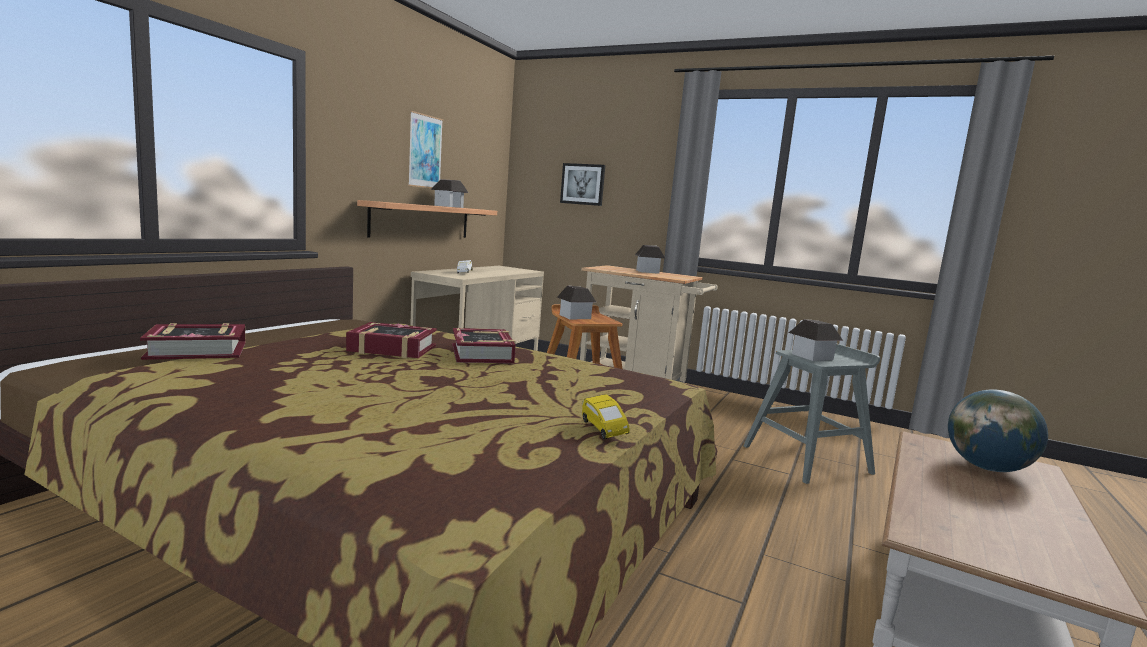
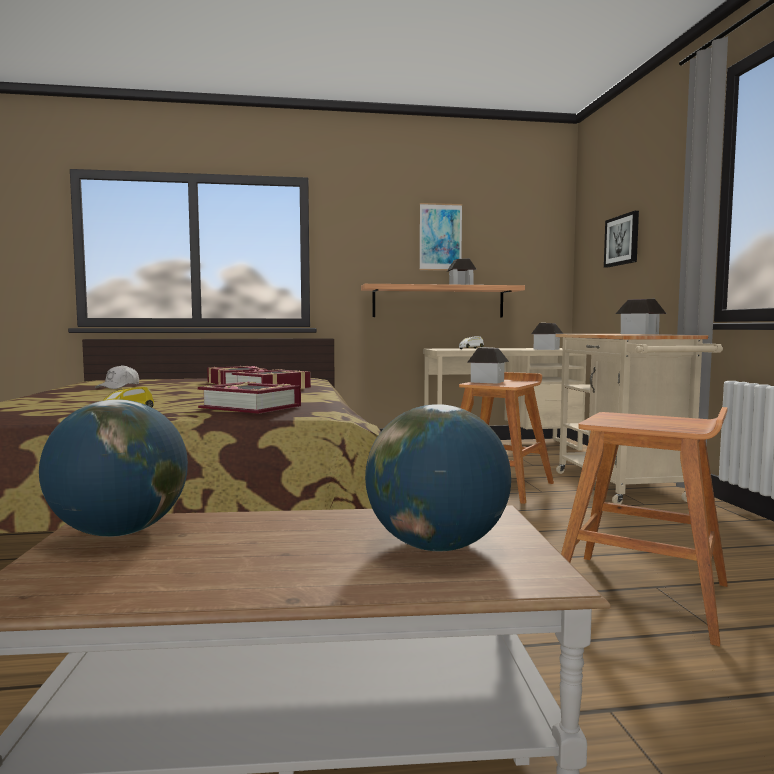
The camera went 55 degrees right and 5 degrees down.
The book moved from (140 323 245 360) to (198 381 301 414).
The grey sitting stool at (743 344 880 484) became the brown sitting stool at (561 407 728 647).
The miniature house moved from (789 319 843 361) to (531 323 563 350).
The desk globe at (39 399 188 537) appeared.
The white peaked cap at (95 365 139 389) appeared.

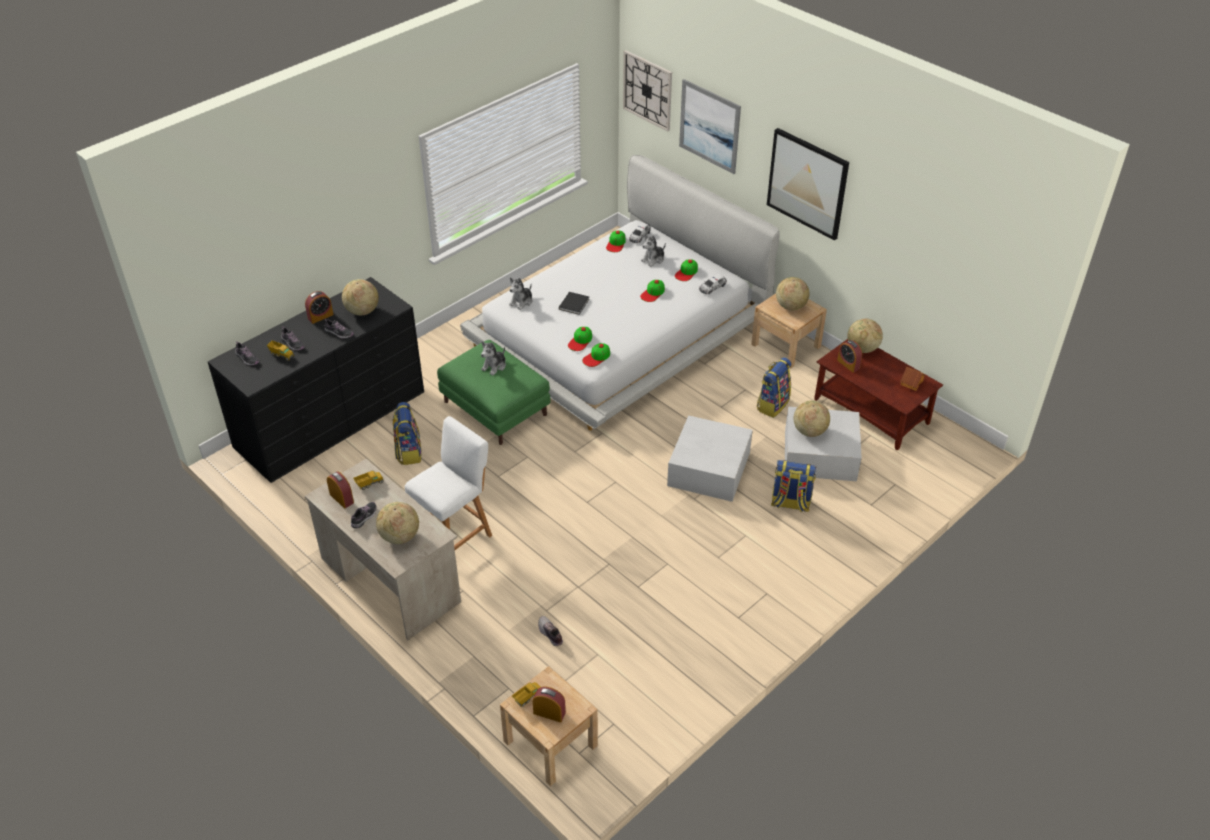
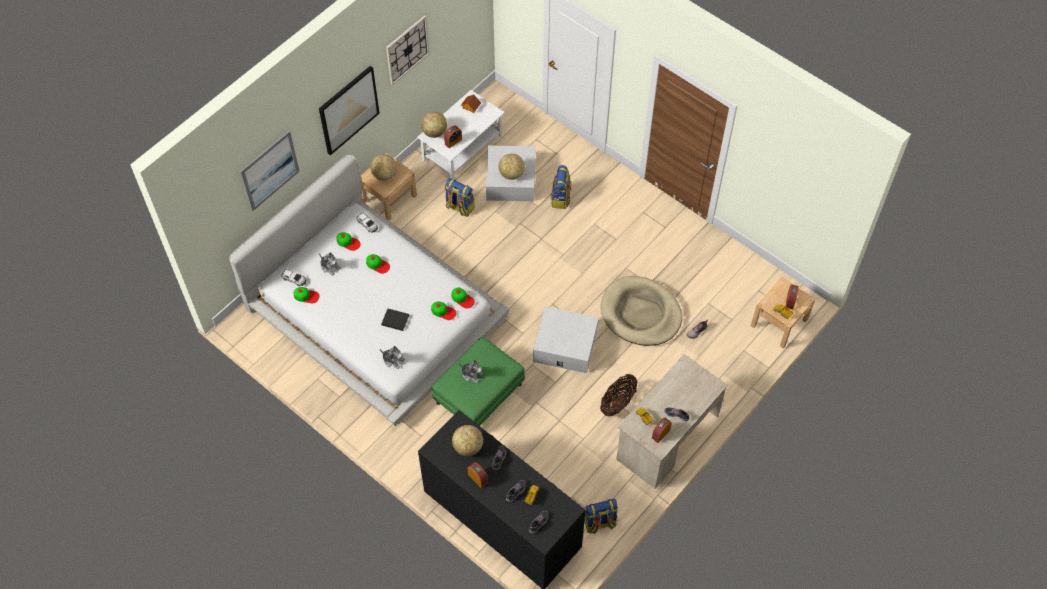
The camera went 95 degrees left and 15 degrees up.
The desk globe at (376 502 419 544) disappeared.
The knapsack moved from (393 402 422 465) to (584 499 618 534).
The white sitting stool at (405 416 492 550) was replaced by the basket at (600 374 638 416).
The wall clock moved from (623 50 672 132) to (386 15 430 85).
The white storage box moved from (667 415 753 502) to (533 306 599 373).
The brown low table at (814 339 943 451) became the white low table at (417 90 505 179).
The sand-coloured dog bed at (601 276 682 346) appeared.

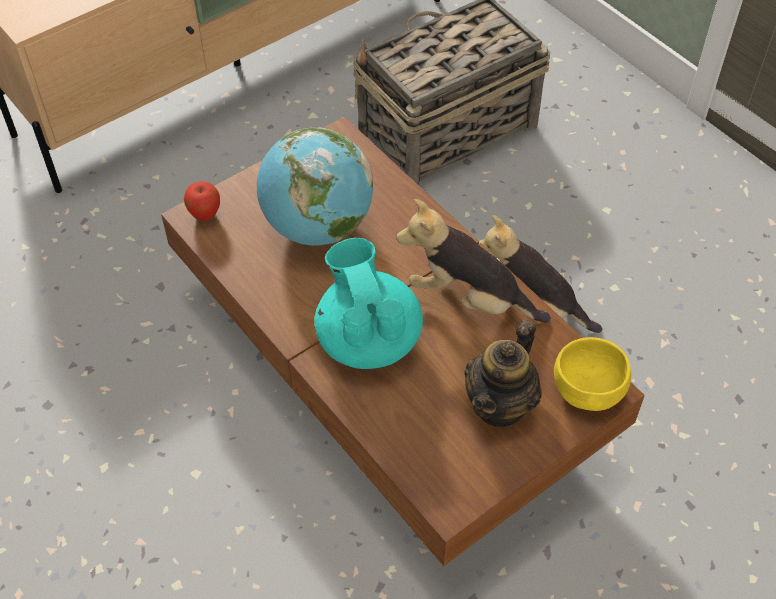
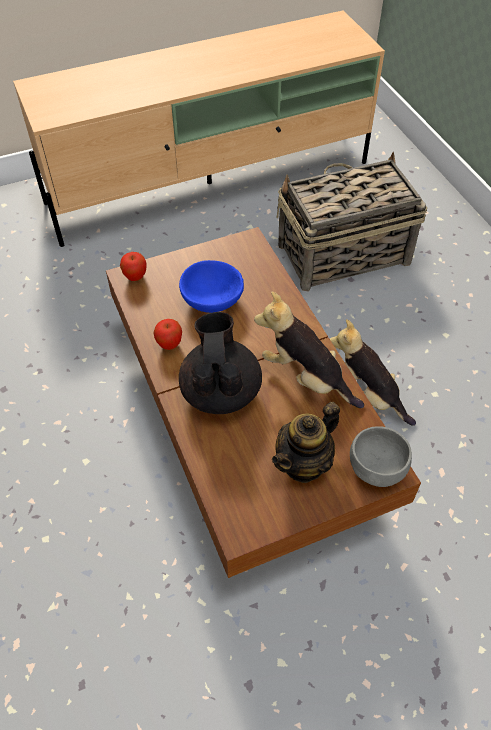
The camera went 15 degrees right and 0 degrees up.
The desk globe at (257 128 373 246) was replaced by the blue-coloured deep dish at (179 260 244 313).
The turquoise-coloured tea pot at (314 238 423 369) became the black-coloured tea pot at (179 312 262 414).
The yellow deep dish at (554 337 631 411) became the grey deep dish at (350 426 412 487).
The apple at (154 319 182 350) appeared.

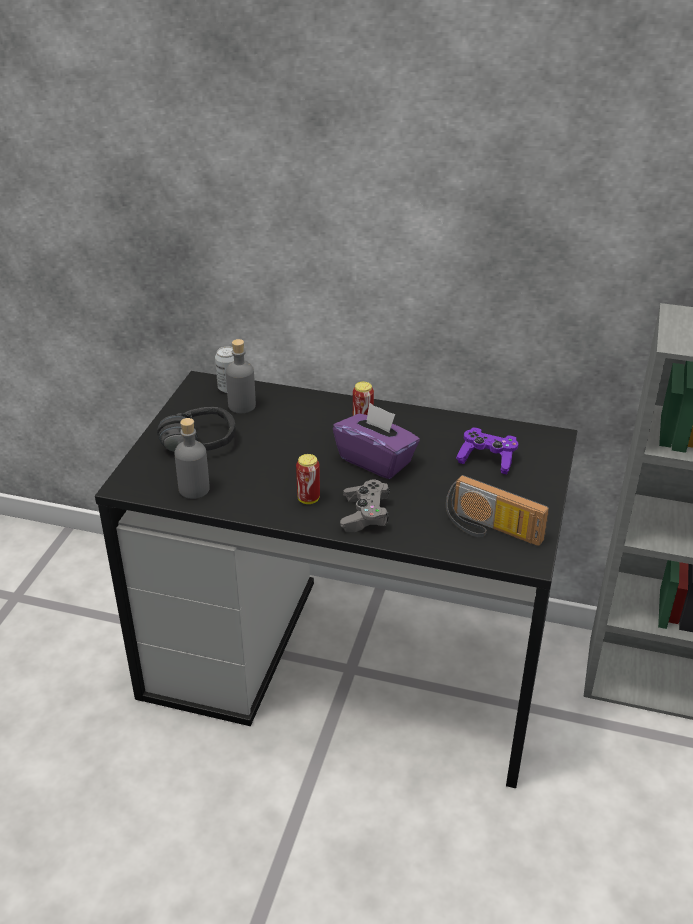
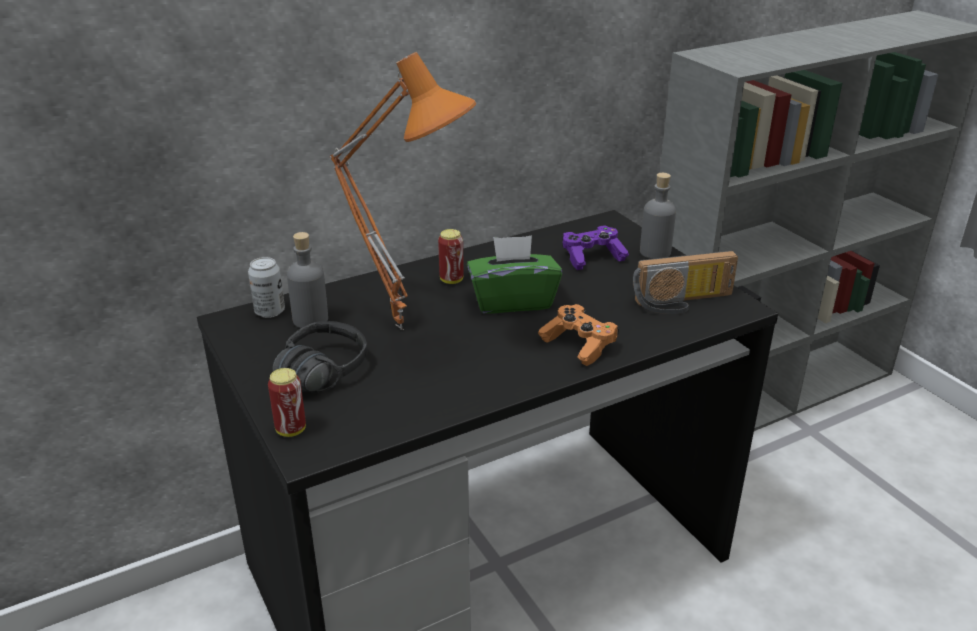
The camera went 45 degrees left and 5 degrees down.
The grey drink bottle moved from (174 418 210 499) to (640 173 676 259).
The can moved from (296 454 320 504) to (268 368 306 437).
The purple box of tissues at (333 402 420 479) became the greenish box of tissues at (467 236 562 313).
The grey gamepad at (340 480 390 532) became the orangey gamepad at (538 304 619 366).
The orangey tabletop lamp at (330 52 476 330) appeared.

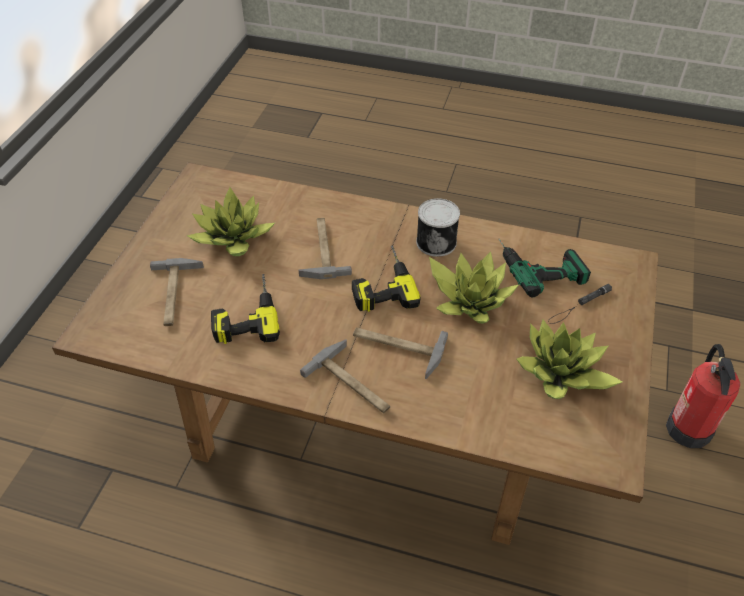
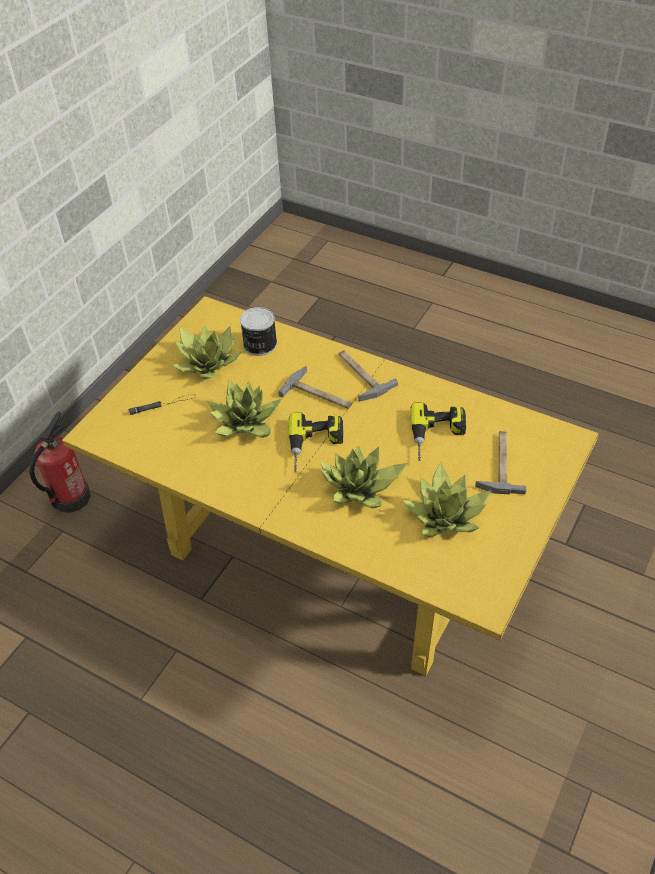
The camera went 165 degrees left and 0 degrees up.
The brown dining table at (52 162 658 545) became the yellow dining table at (62 296 599 676).
The hammer at (299 218 352 279) was replaced by the houseplant at (320 445 407 508).
The can moved from (416 198 460 257) to (240 307 277 356).
The electric drill at (499 239 591 297) disappeared.

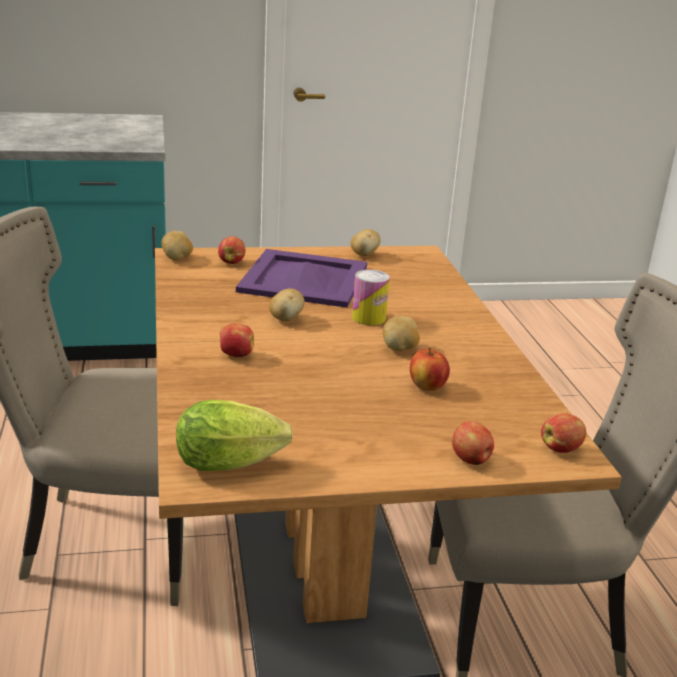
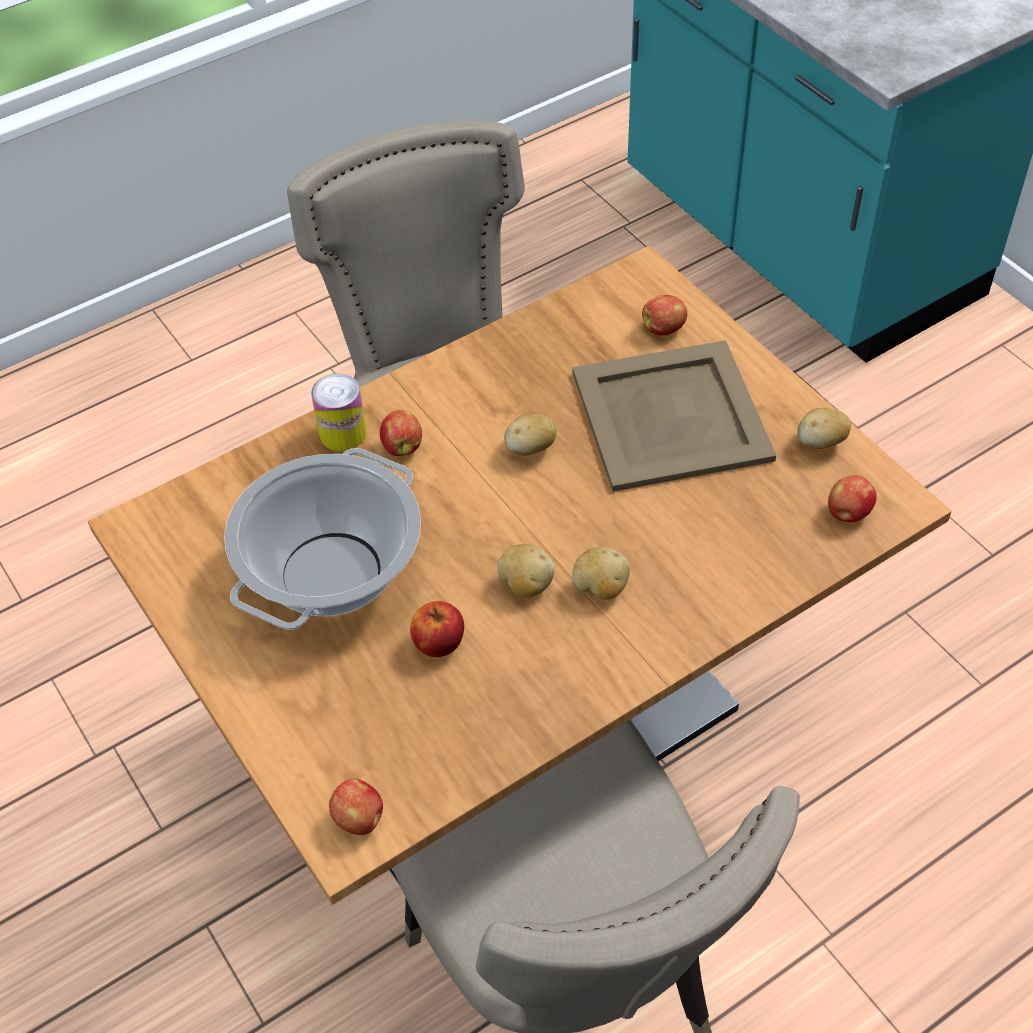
The camera went 70 degrees right and 25 degrees up.
The potato moved from (161 231 193 260) to (572 547 630 600).
The lettuce head at (176 400 293 471) disappeared.
The purple serving tray at (236 249 367 308) became the sand-coloured serving tray at (572 340 776 492).
The can moved from (352 269 390 325) to (311 373 366 451).
The apple moved from (452 421 494 465) to (828 475 877 522).
The saucepot at (224 448 421 630) appeared.

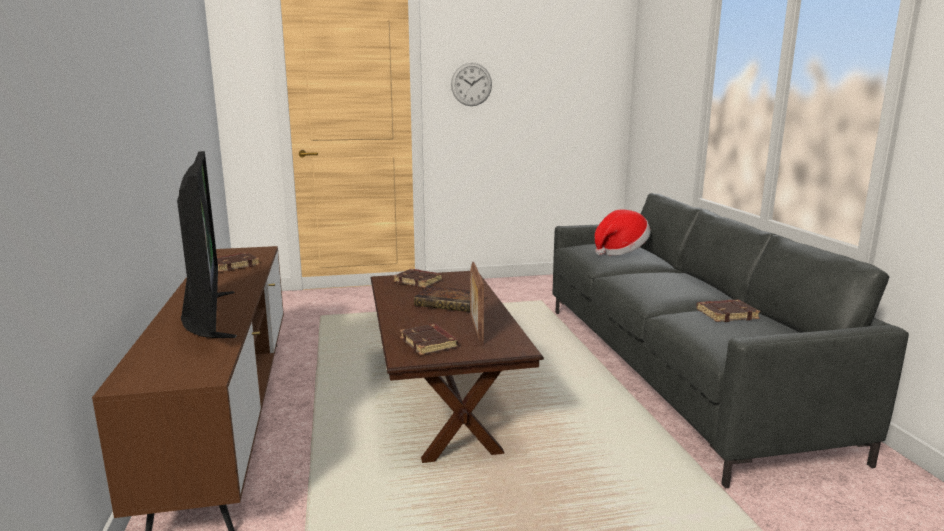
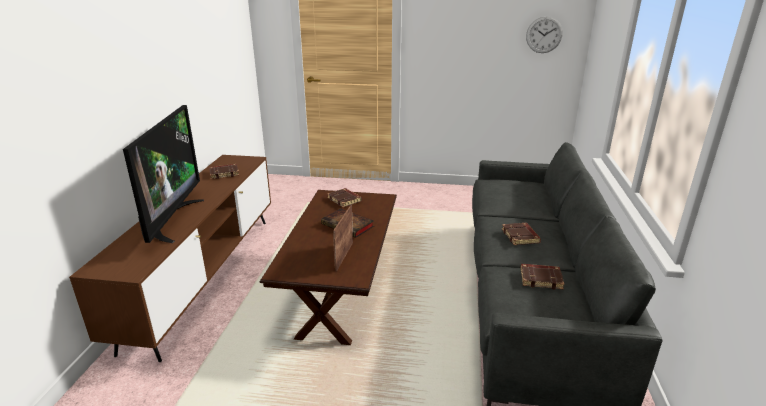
The camera went 20 degrees right and 10 degrees up.
The brown book moved from (400 324 459 355) to (502 223 541 245).
The wall clock moved from (451 63 492 106) to (526 16 563 53).
The wearable hat at (595 209 651 255) disappeared.

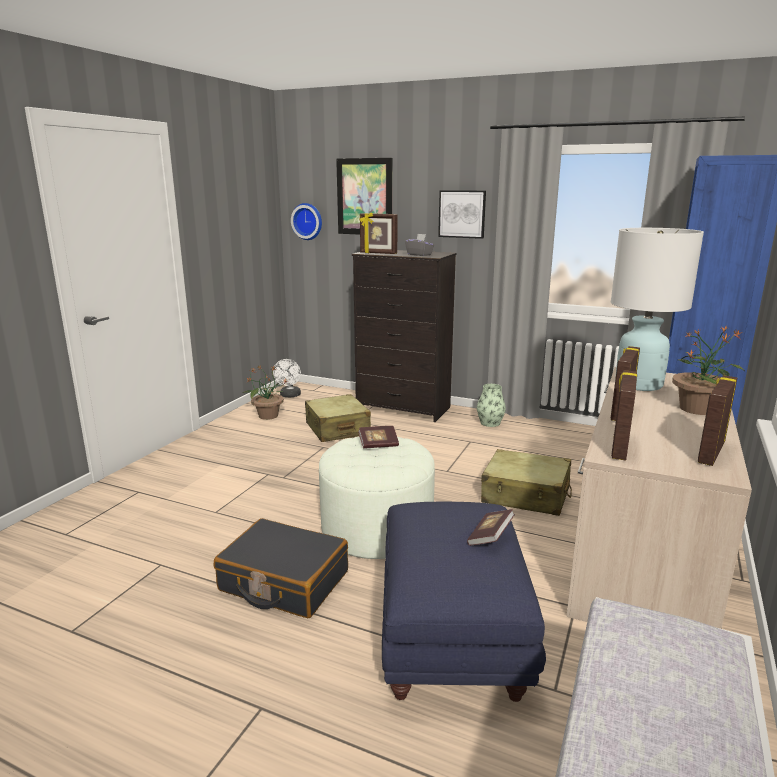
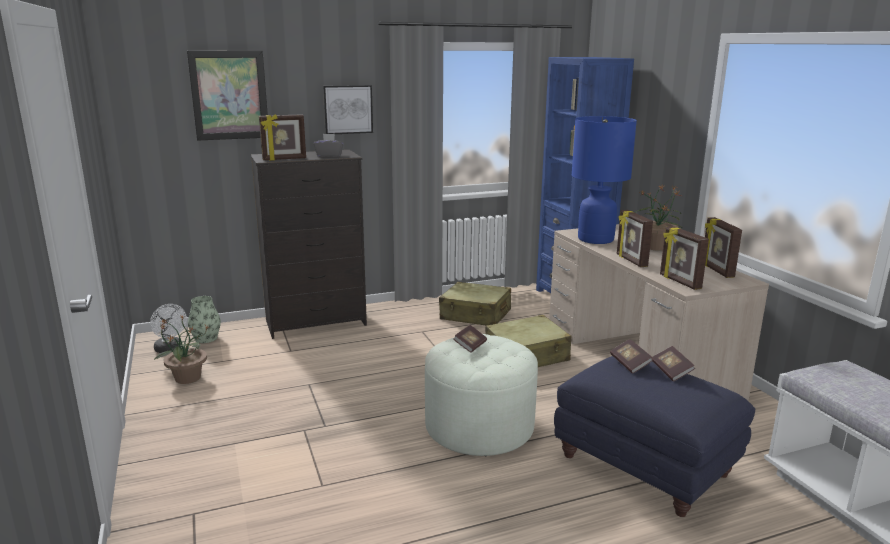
The camera went 45 degrees left and 0 degrees up.
The black-coloured piece of luggage at (214 518 348 618) disappeared.
The wall clock at (291 203 322 240) disappeared.
The sand-coloured piece of luggage moved from (305 394 371 442) to (439 282 511 326).
The vase moved from (477 384 506 427) to (188 296 221 343).
The white tabletop lamp at (611 228 704 391) became the blue-coloured tabletop lamp at (572 116 637 244).
The book at (610 339 653 374) appeared.

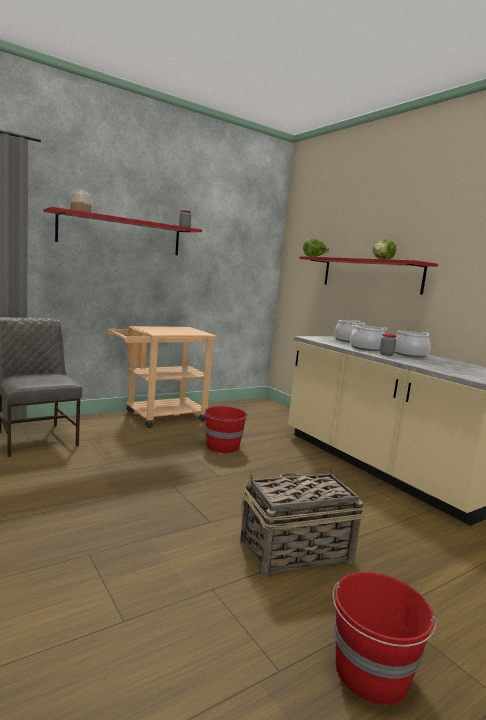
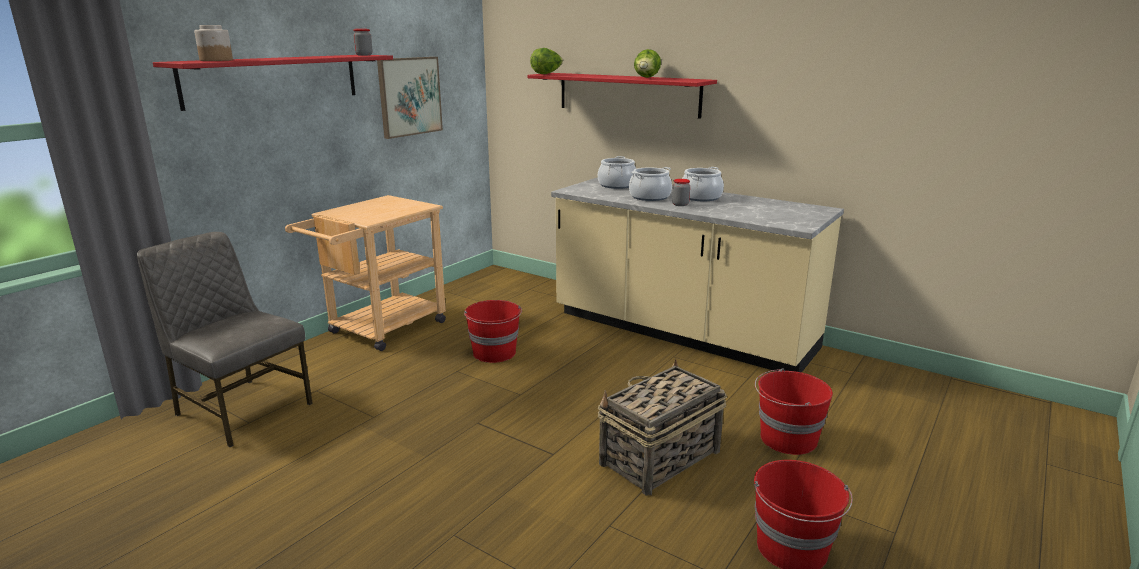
The camera went 20 degrees left and 10 degrees up.
The wall art at (377 57 443 139) appeared.
The reddish pail at (755 368 833 455) appeared.

